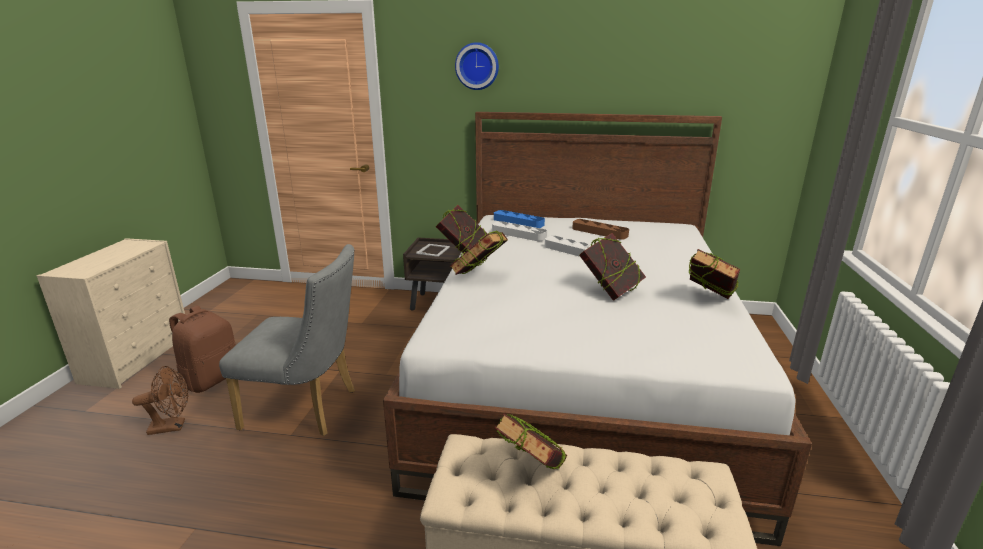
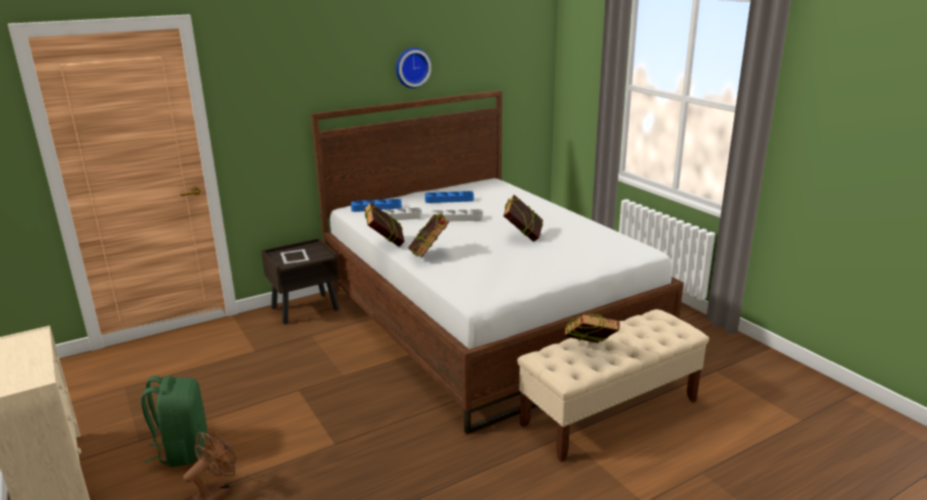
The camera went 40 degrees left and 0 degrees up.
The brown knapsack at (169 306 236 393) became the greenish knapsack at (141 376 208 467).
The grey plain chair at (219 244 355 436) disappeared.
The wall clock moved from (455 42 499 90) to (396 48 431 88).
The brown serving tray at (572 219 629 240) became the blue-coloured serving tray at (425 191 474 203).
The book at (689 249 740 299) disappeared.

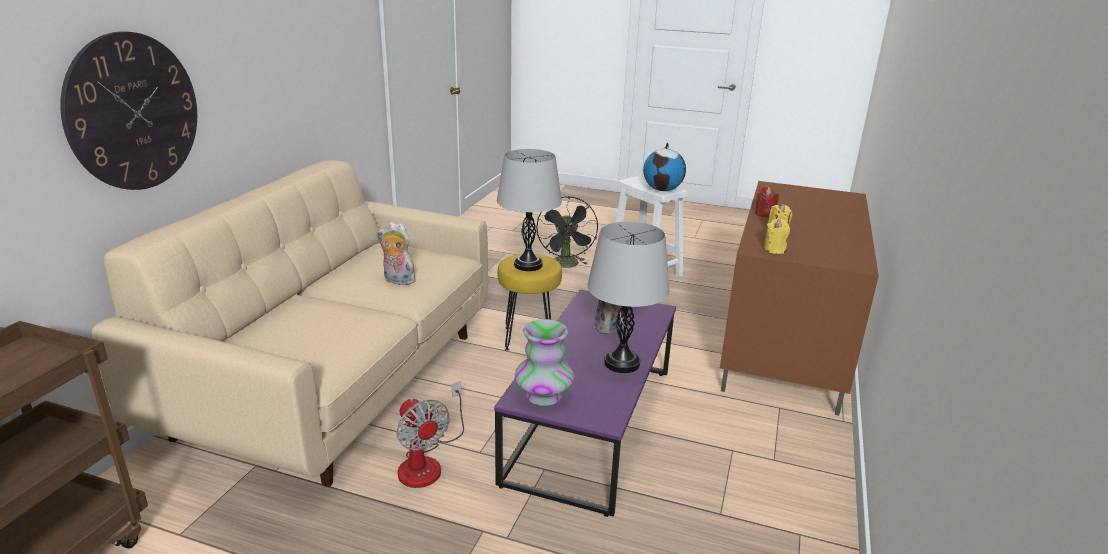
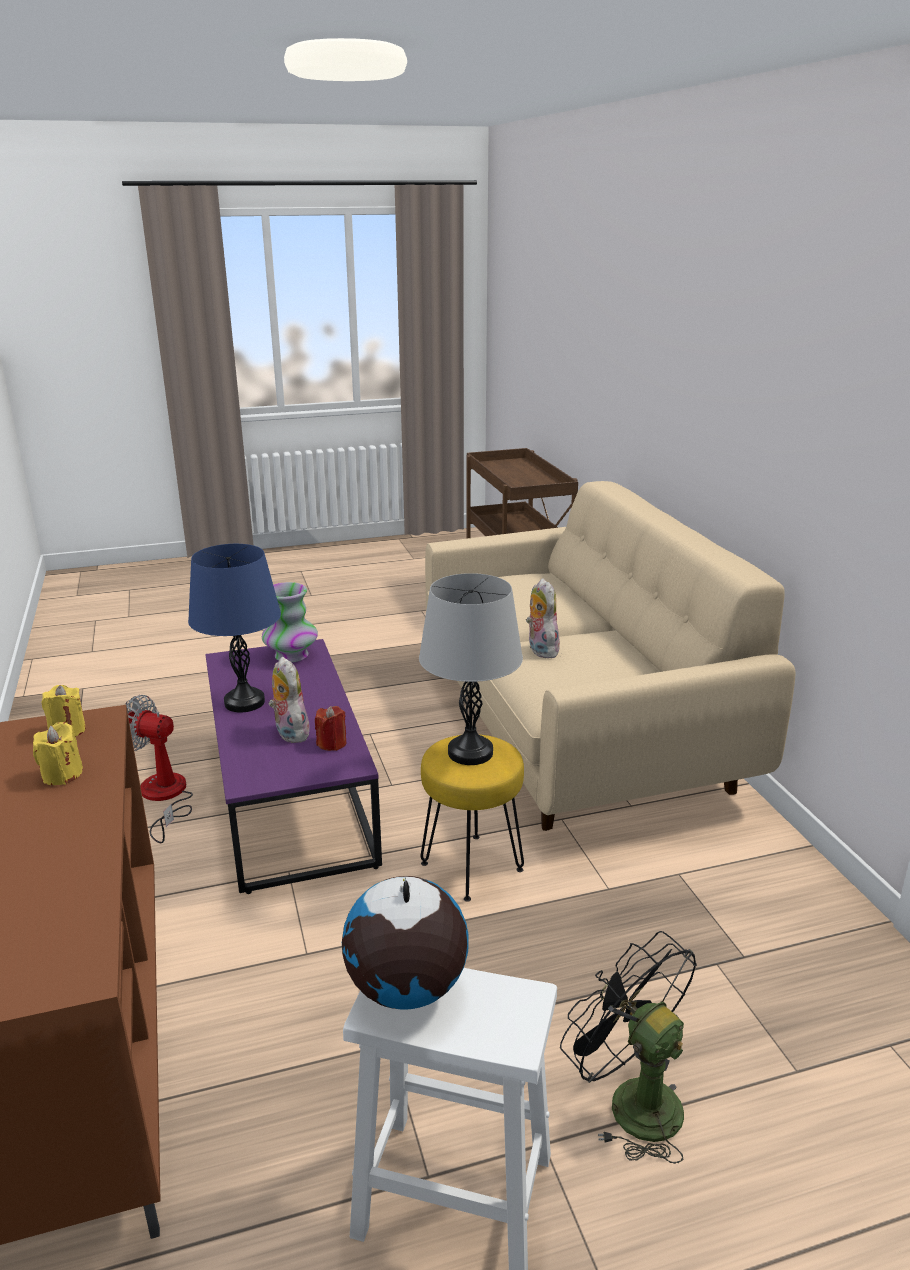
The camera went 145 degrees right and 0 degrees up.
The wall clock at (60 31 197 190) disappeared.
The cuddly toy at (377 222 416 285) turned 90 degrees counterclockwise.
The electric fan moved from (396 381 464 488) to (125 695 193 843).
The grey tabletop lamp at (587 221 670 373) became the blue-coloured tabletop lamp at (188 544 281 712).
The reddish candle moved from (755 186 779 218) to (315 706 347 751).

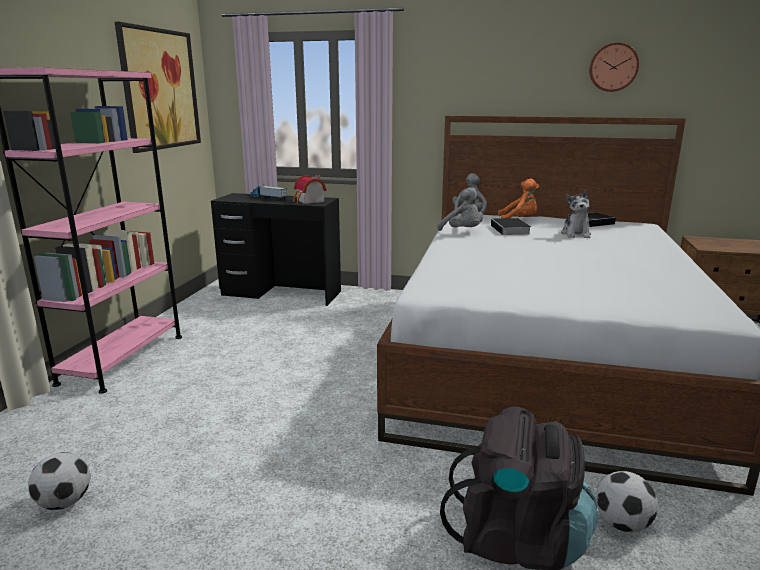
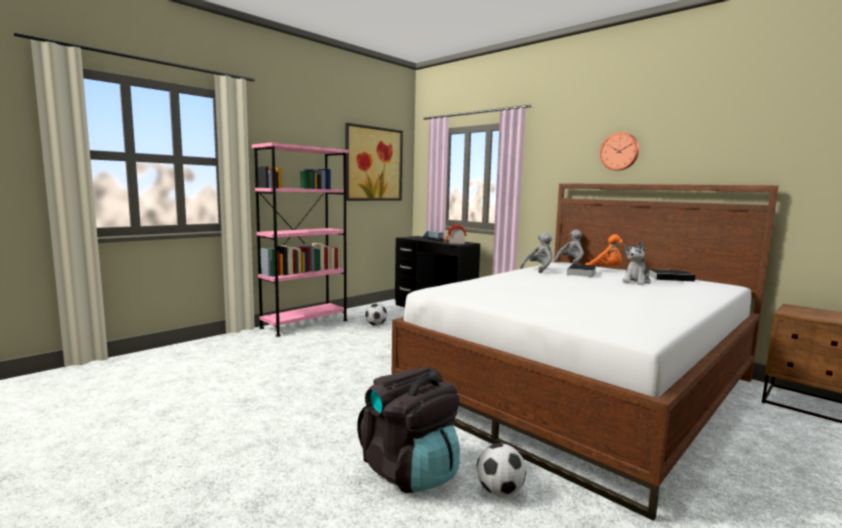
The camera went 30 degrees right and 10 degrees down.
The football moved from (28 452 91 510) to (365 303 387 326).
The grey cuddly toy at (437 187 483 231) turned 120 degrees counterclockwise.
The wall clock moved from (589 42 639 92) to (600 132 639 170).

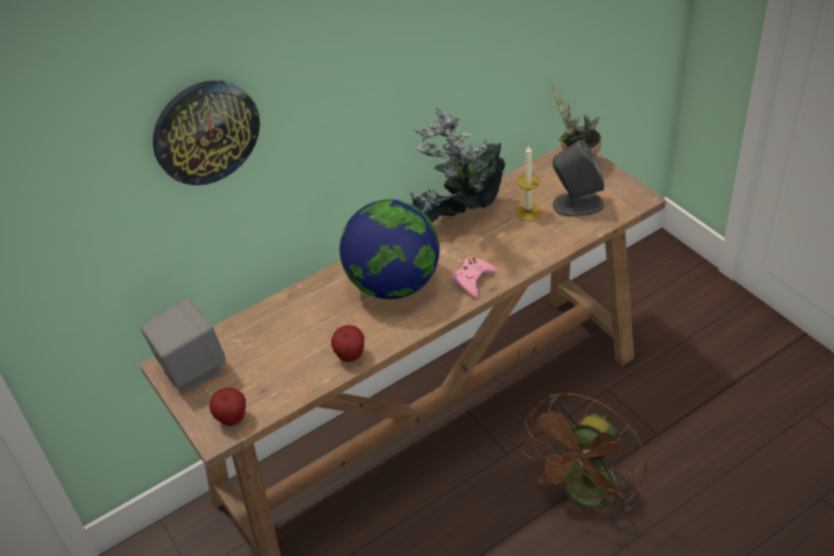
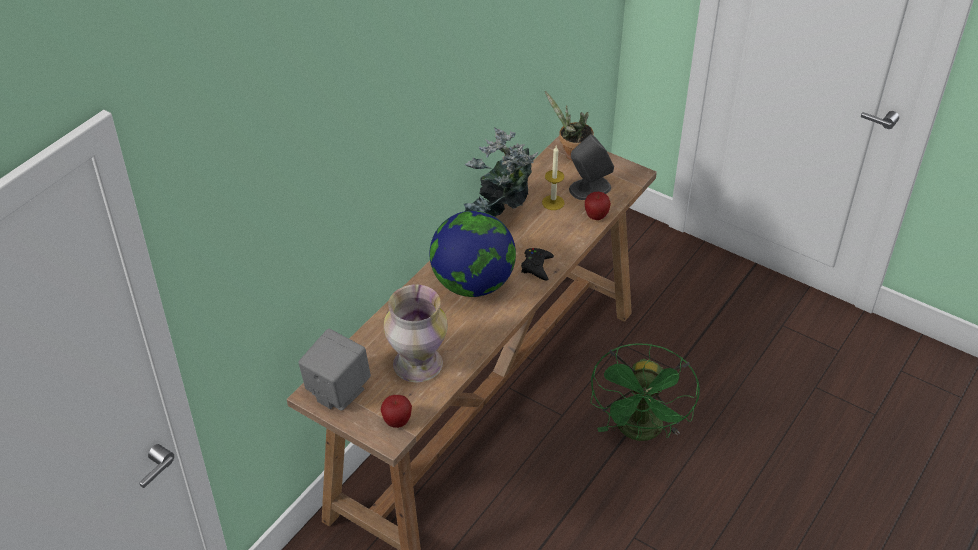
The camera went 25 degrees left and 0 degrees up.
The wall clock at (153 80 260 185) disappeared.
The apple moved from (331 325 364 362) to (585 192 611 220).
The pink gamepad at (452 257 498 298) became the black-coloured gamepad at (521 248 554 281).
The brown electric fan at (521 393 647 512) became the greenish electric fan at (590 343 700 441).
The vase at (384 285 448 382) appeared.

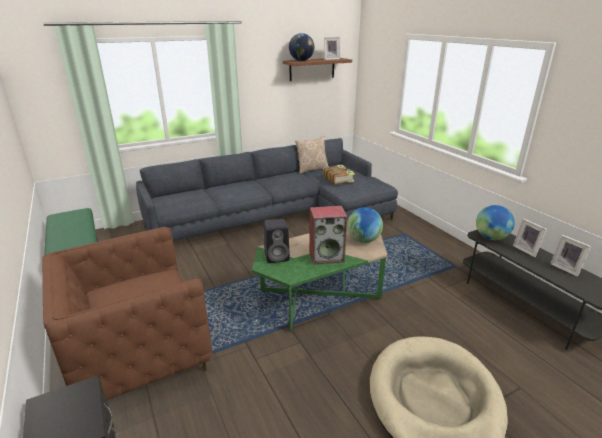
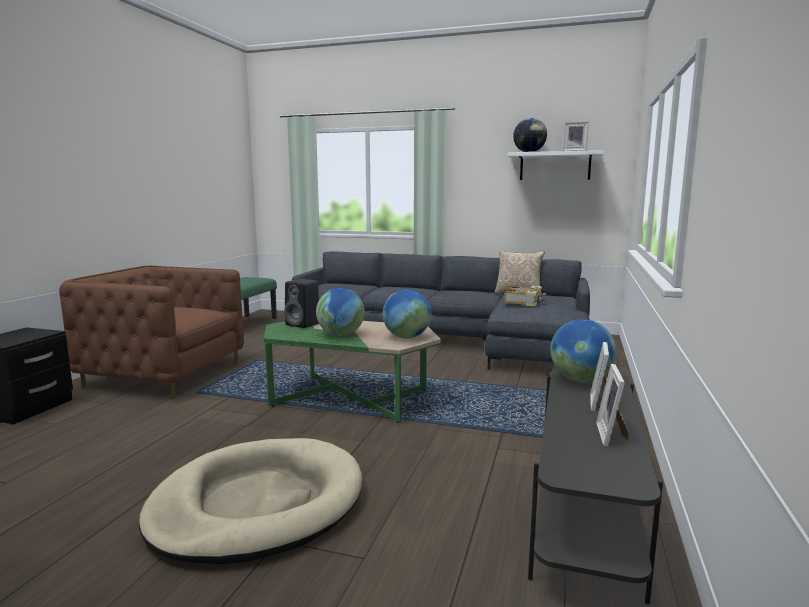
The camera went 45 degrees right and 15 degrees down.
The brown wall shelf at (283 58 352 81) became the white wall shelf at (508 150 604 180).
The loudspeaker at (309 206 347 265) was replaced by the desk globe at (316 288 364 336).

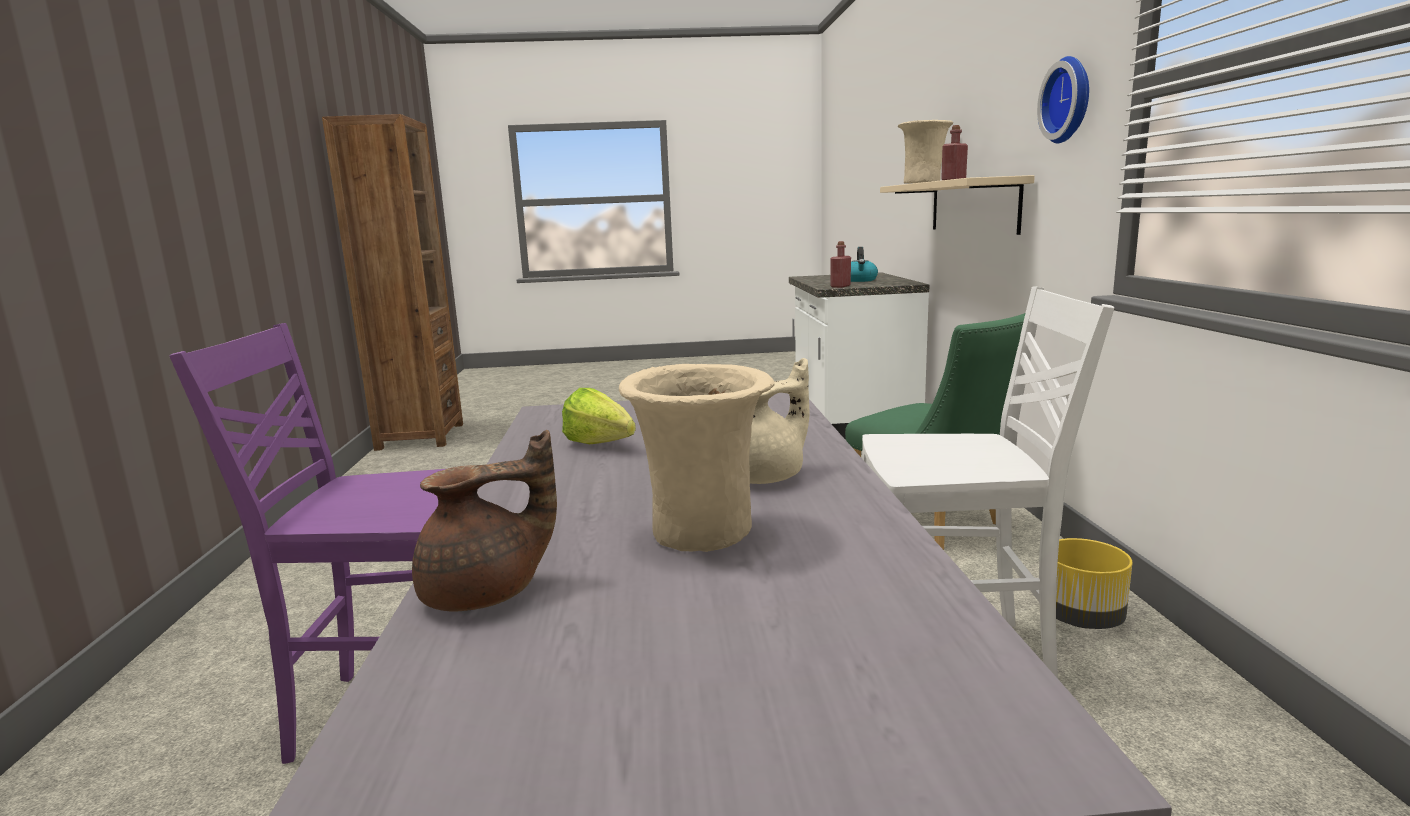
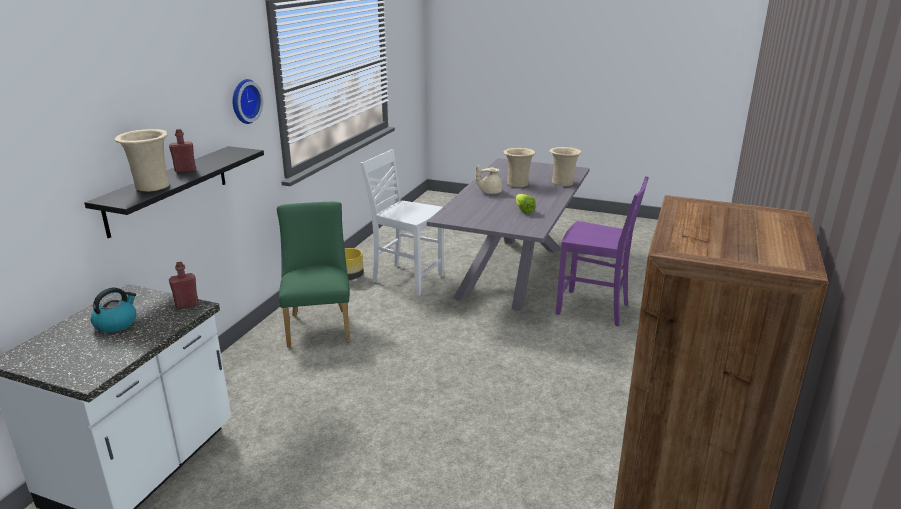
The camera went 155 degrees left and 10 degrees up.
The brown tea pot at (412 430 557 611) was replaced by the sand-coloured vase at (549 147 581 186).
The sand-coloured wall shelf at (880 175 1035 235) became the black-coloured wall shelf at (84 146 264 238).

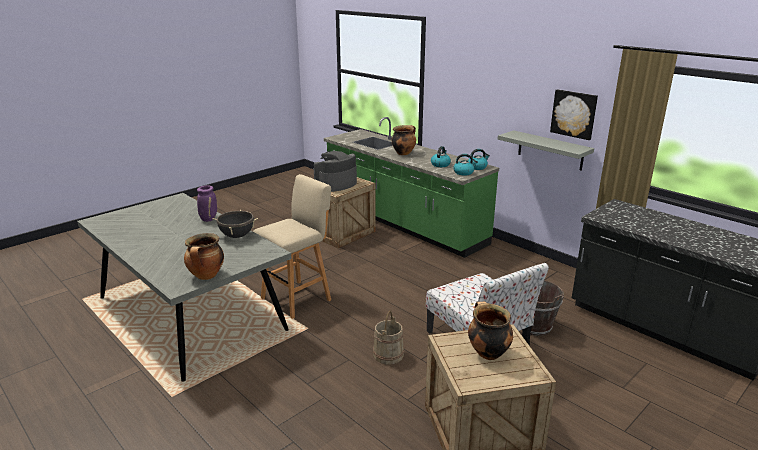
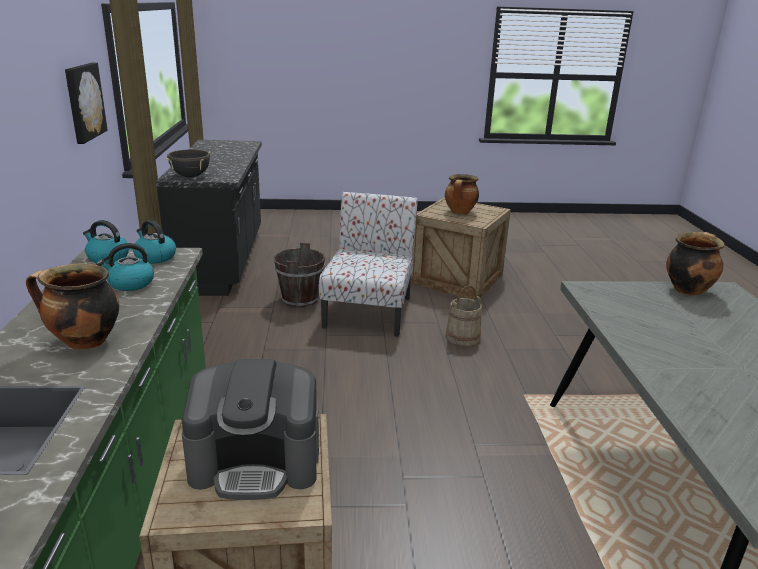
The camera went 140 degrees left and 0 degrees up.
The purple vase at (197 185 217 222) disappeared.
The black-coloured saucepot moved from (213 210 258 238) to (166 150 211 177).
The sand-coloured sitting stool at (253 174 331 319) disappeared.
The grey wall shelf at (498 130 594 171) disappeared.

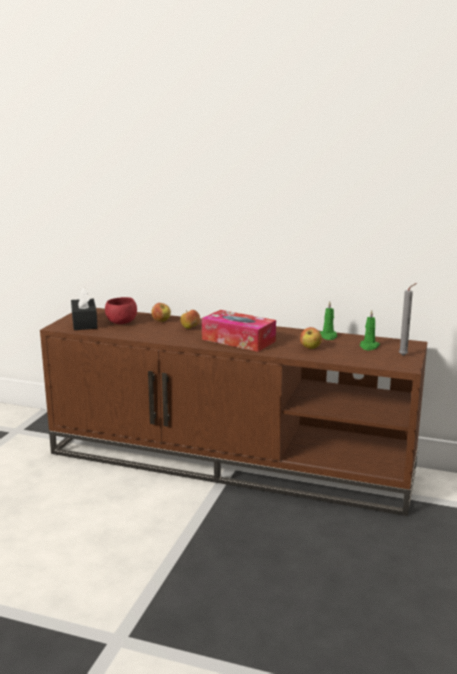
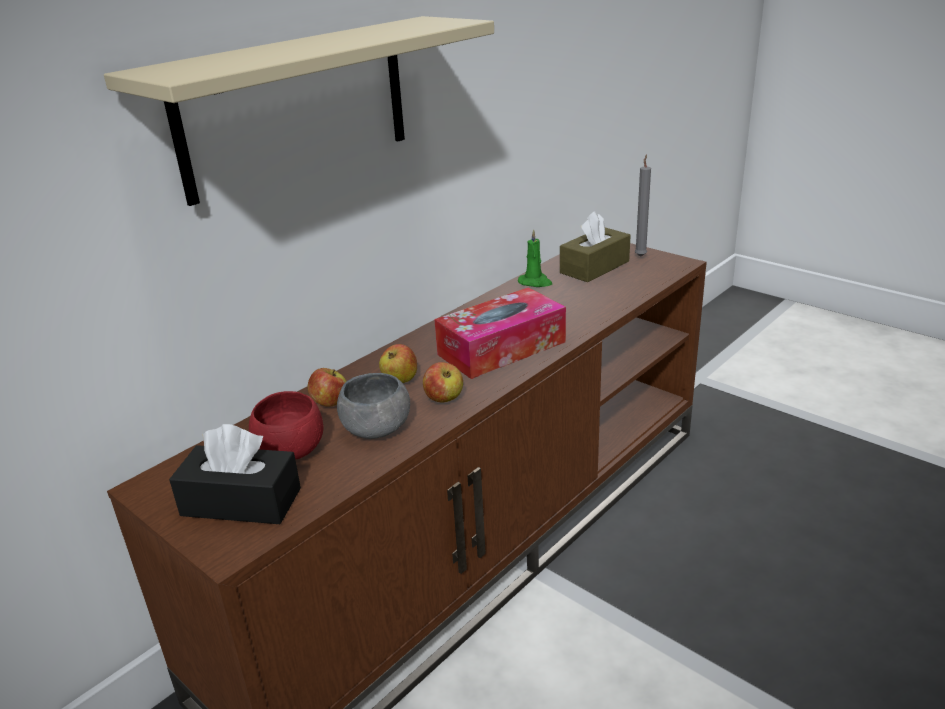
The camera went 65 degrees left and 10 degrees up.
The apple moved from (300 327 322 349) to (423 362 463 402).
The greenish candle at (360 310 380 351) was replaced by the brown box of tissues at (560 211 631 282).
The sand-coloured wall shelf at (104 16 494 206) appeared.
The grey deep dish at (337 373 410 439) appeared.

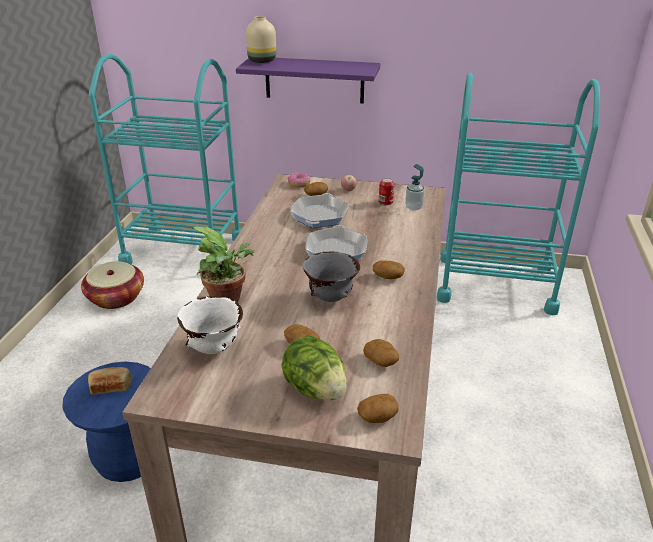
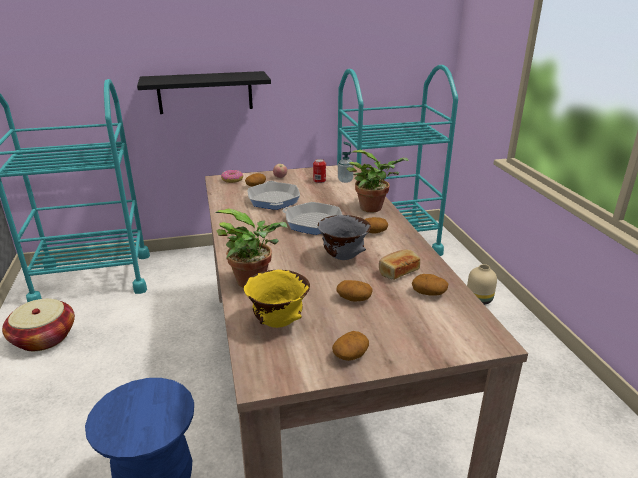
The camera went 25 degrees left and 5 degrees down.
The baked bread moved from (88 367 131 395) to (379 249 420 280).
The white deep dish at (177 296 243 354) became the yellow deep dish at (244 270 310 328).
The purple wall shelf at (236 58 380 104) became the black-coloured wall shelf at (137 71 271 114).
The sand-coloured vase moved from (246 16 276 63) to (467 264 497 305).
The lettuce head at (281 335 347 400) disappeared.
The frying pan at (306 225 367 261) turned 45 degrees counterclockwise.
The potato moved from (357 394 399 423) to (332 331 369 361).
The houseplant at (347 150 409 212) appeared.

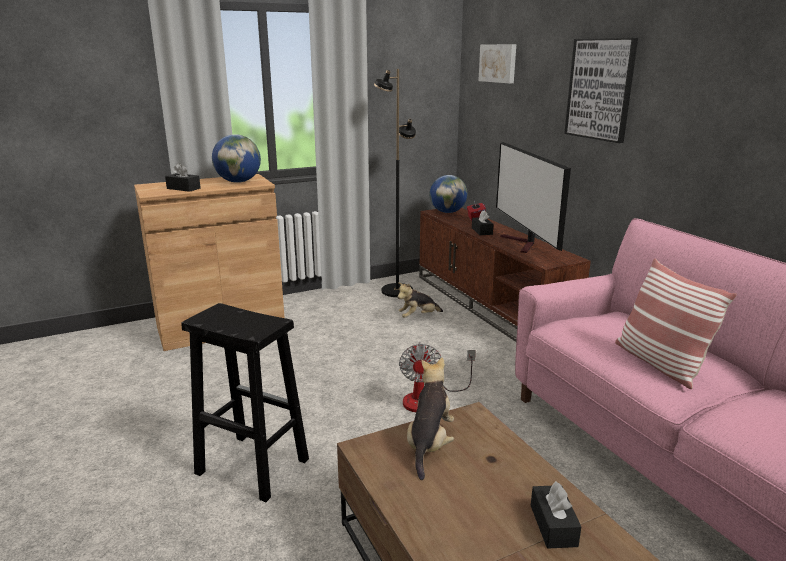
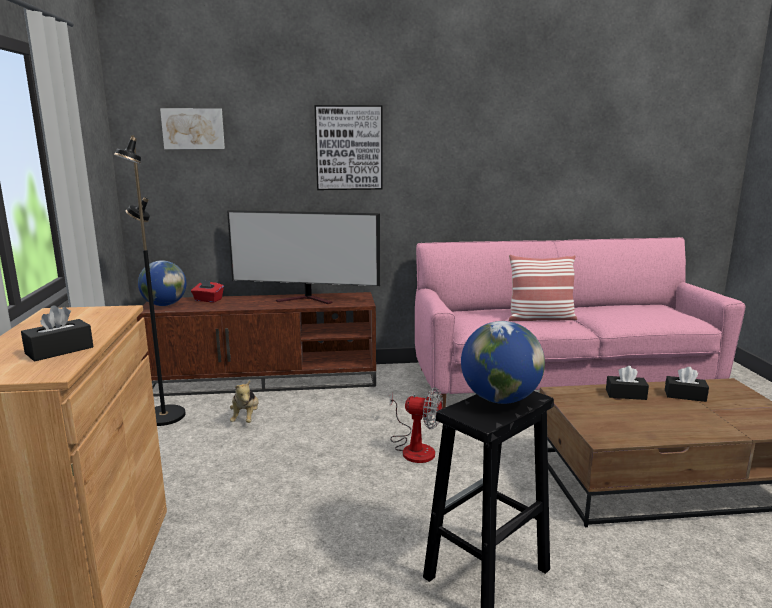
The camera went 70 degrees left and 5 degrees down.
The desk globe moved from (212 134 261 183) to (461 321 545 404).
The cuddly toy at (407 357 454 480) disappeared.
The black-coloured box of tissues moved from (472 210 494 235) to (606 366 649 400).

